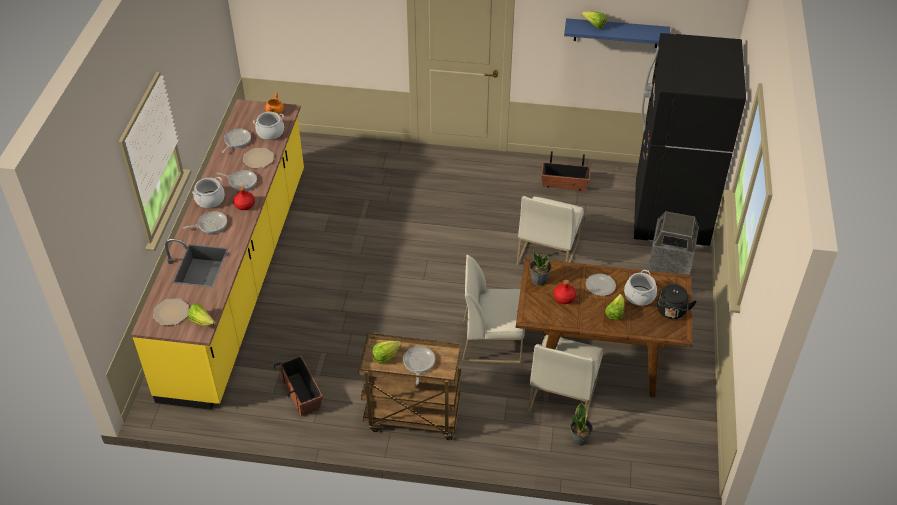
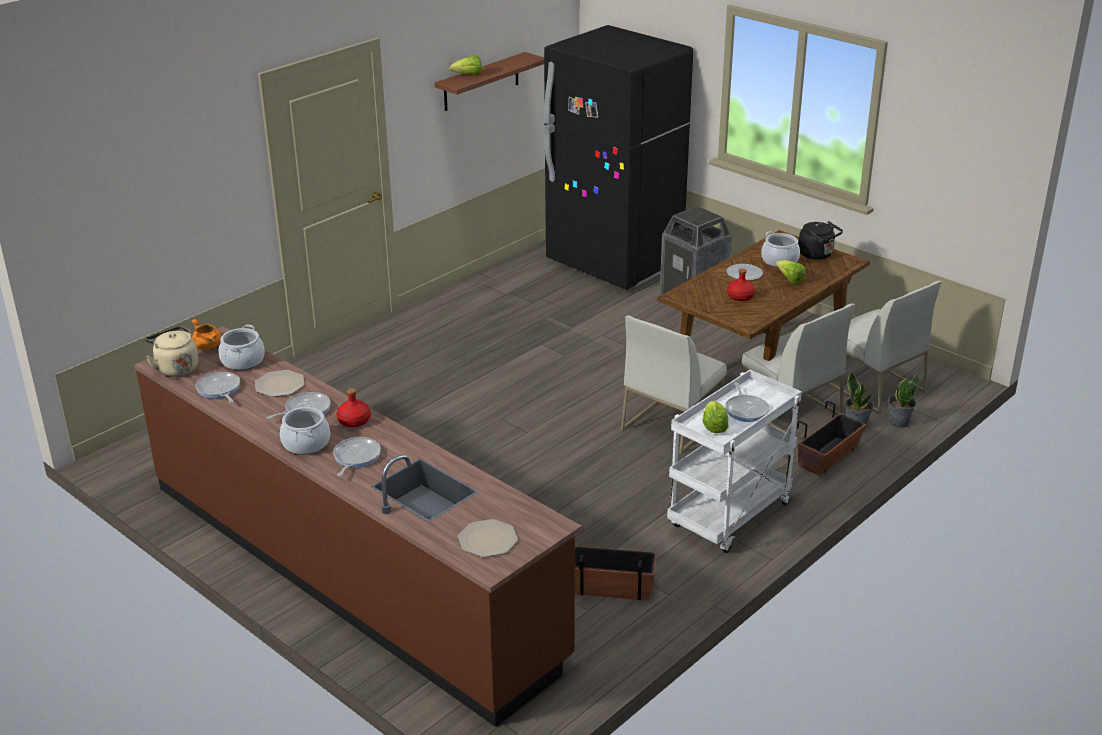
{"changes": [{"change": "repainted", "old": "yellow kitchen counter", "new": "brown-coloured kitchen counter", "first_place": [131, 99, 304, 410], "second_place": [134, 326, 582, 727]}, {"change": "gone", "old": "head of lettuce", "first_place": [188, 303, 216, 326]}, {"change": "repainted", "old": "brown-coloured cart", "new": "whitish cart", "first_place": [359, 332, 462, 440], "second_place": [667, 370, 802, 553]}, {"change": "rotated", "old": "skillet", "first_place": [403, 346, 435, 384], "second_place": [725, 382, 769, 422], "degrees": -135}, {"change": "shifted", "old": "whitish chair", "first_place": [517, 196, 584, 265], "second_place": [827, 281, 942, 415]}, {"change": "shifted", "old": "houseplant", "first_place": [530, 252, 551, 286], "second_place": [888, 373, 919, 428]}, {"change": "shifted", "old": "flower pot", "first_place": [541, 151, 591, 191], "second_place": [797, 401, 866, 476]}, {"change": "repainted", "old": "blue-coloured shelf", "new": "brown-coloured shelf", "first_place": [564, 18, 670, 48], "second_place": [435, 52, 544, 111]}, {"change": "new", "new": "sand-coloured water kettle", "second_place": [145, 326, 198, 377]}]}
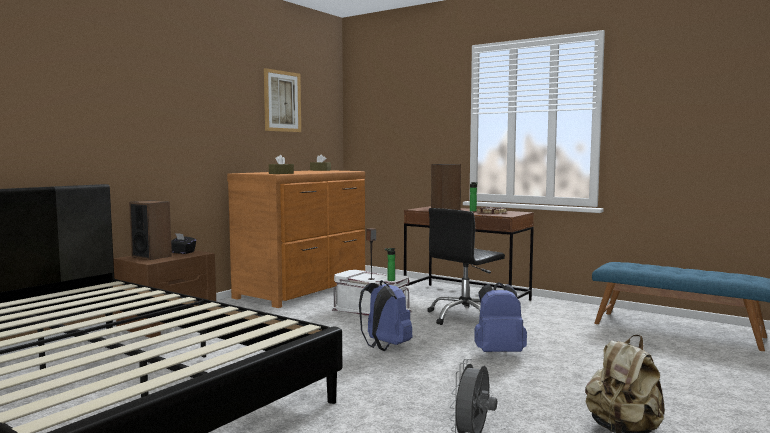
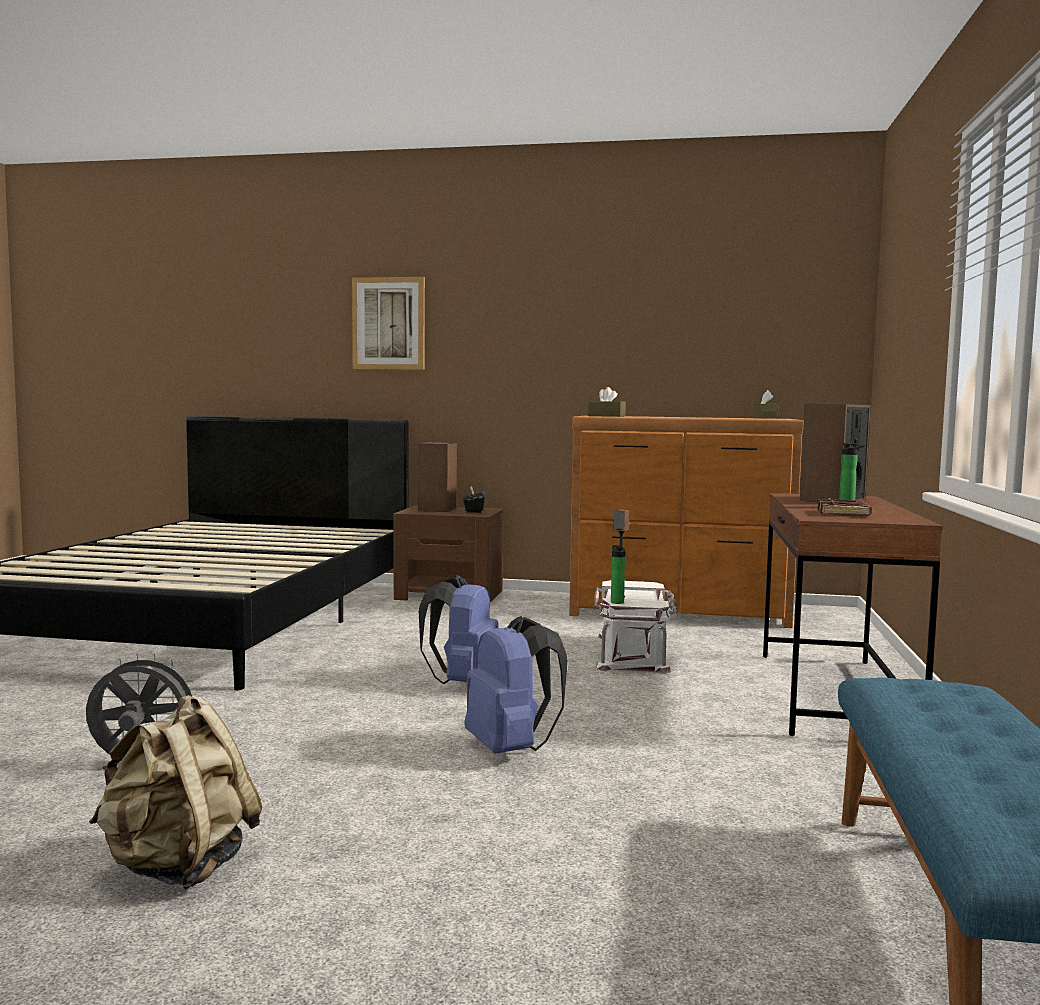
{"changes": [{"change": "shifted", "old": "picture", "first_place": [264, 68, 301, 132], "second_place": [352, 277, 425, 370]}, {"change": "gone", "old": "blackish computer chair", "first_place": [427, 208, 505, 325]}]}
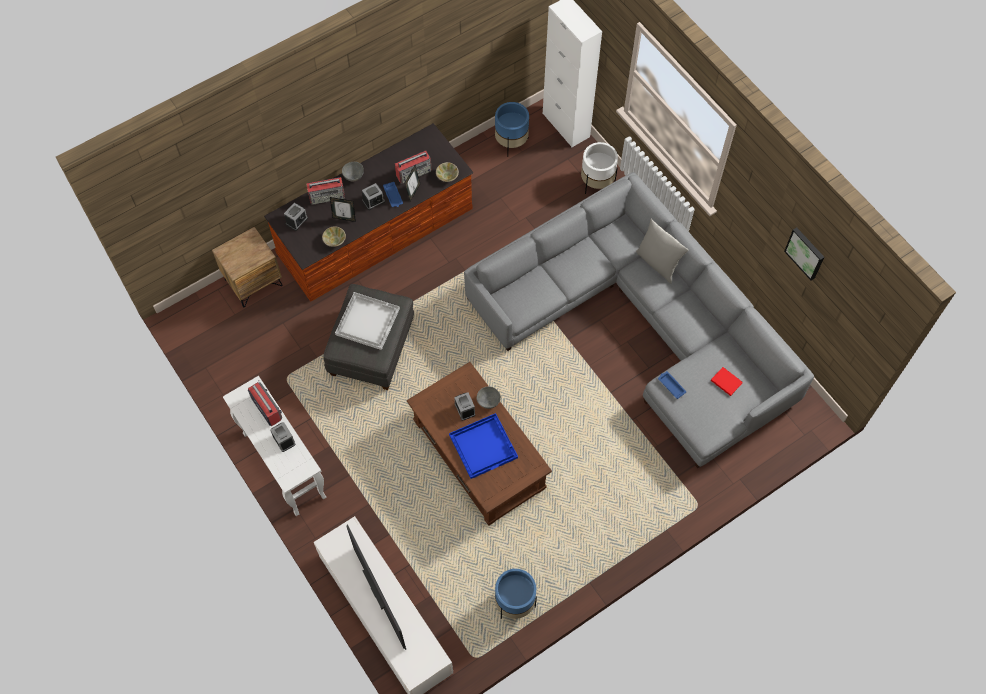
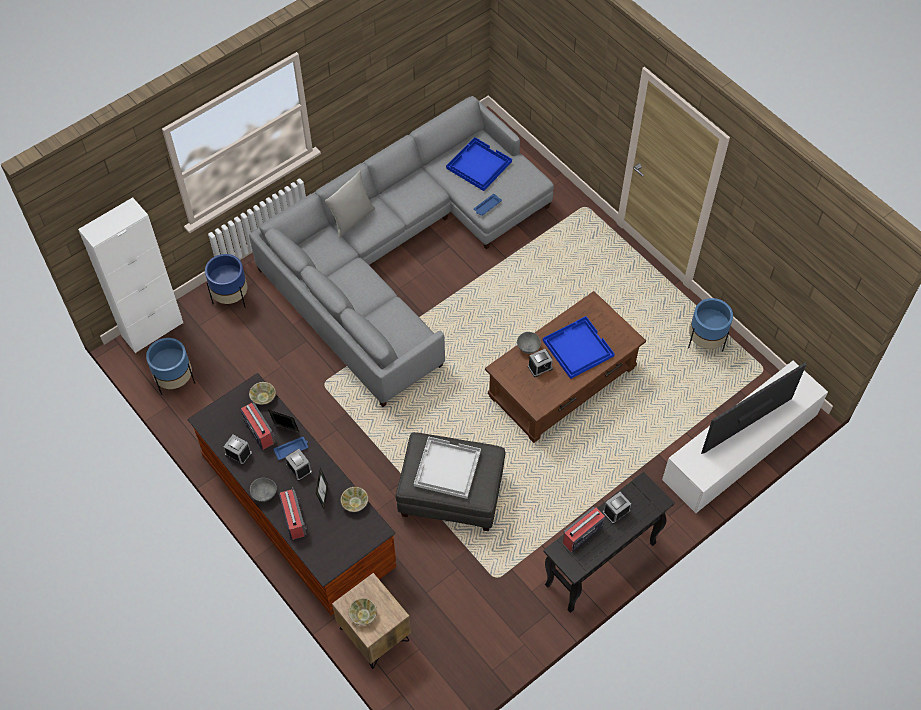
{"changes": [{"change": "repainted", "old": "whitish hall table", "new": "blackish hall table", "first_place": [223, 376, 326, 516], "second_place": [543, 472, 674, 613]}, {"change": "shifted", "old": "bedside clock", "first_place": [284, 203, 308, 231], "second_place": [223, 435, 252, 465]}, {"change": "repainted", "old": "whitish flower pot", "new": "blue-coloured flower pot", "first_place": [581, 142, 618, 194], "second_place": [205, 254, 247, 308]}, {"change": "swapped", "old": "red bound book", "new": "blue-coloured carrying tray", "first_place": [711, 367, 743, 396], "second_place": [446, 137, 512, 191]}, {"change": "gone", "old": "picture", "first_place": [784, 227, 824, 280]}, {"change": "new", "new": "sand-coloured deep dish", "second_place": [348, 598, 377, 625]}]}
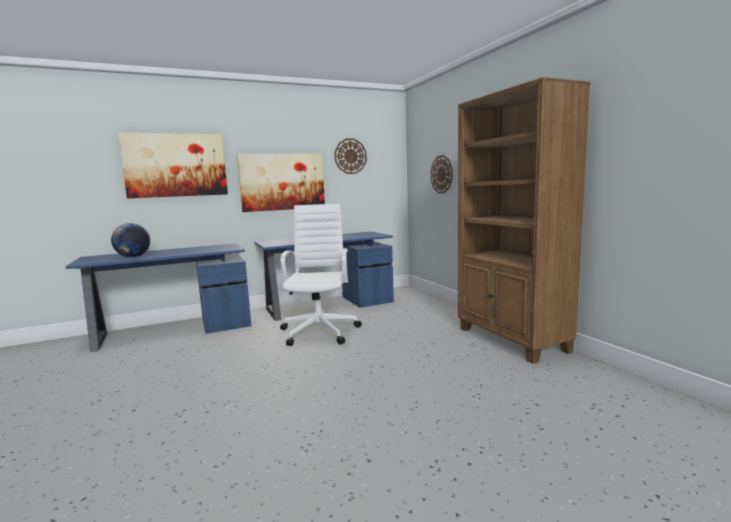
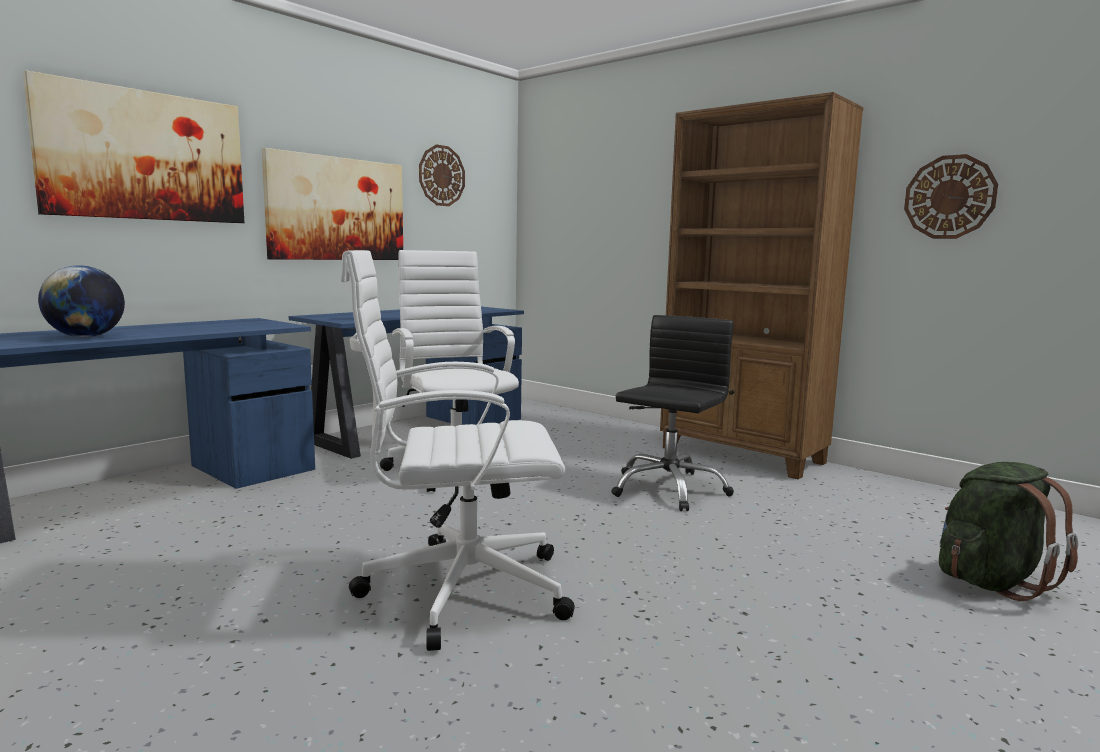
{"changes": [{"change": "shifted", "old": "wall clock", "first_place": [431, 155, 453, 193], "second_place": [904, 154, 998, 239]}, {"change": "new", "new": "whitish computer chair", "second_place": [341, 250, 575, 651]}, {"change": "new", "new": "blackish computer chair", "second_place": [611, 315, 734, 511]}, {"change": "new", "new": "greenish knapsack", "second_place": [939, 462, 1078, 601]}]}
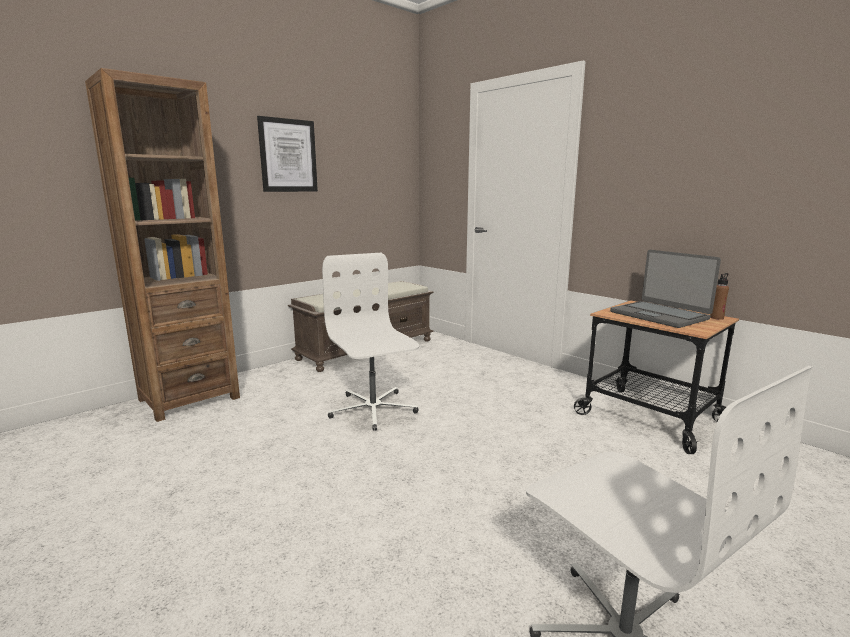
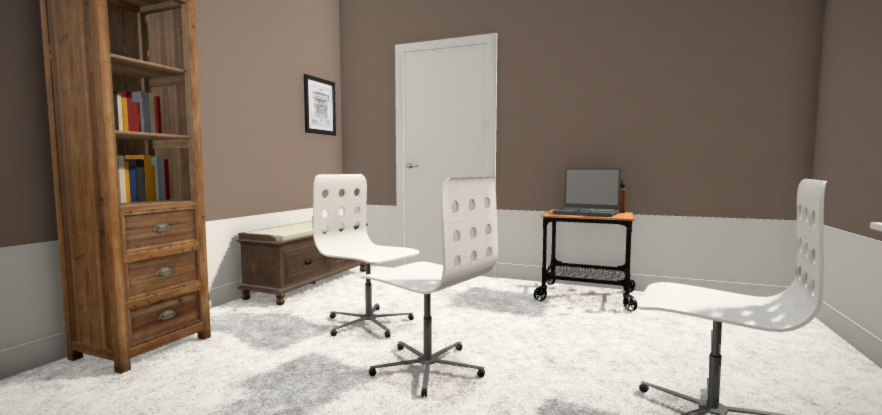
{"changes": [{"change": "shifted", "old": "picture", "first_place": [257, 116, 318, 192], "second_place": [304, 74, 336, 136]}, {"change": "new", "new": "whitish computer chair", "second_place": [361, 177, 498, 397]}]}
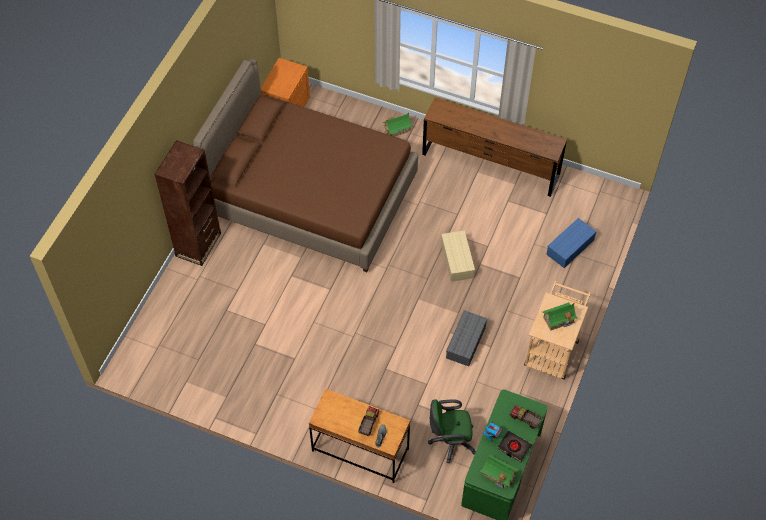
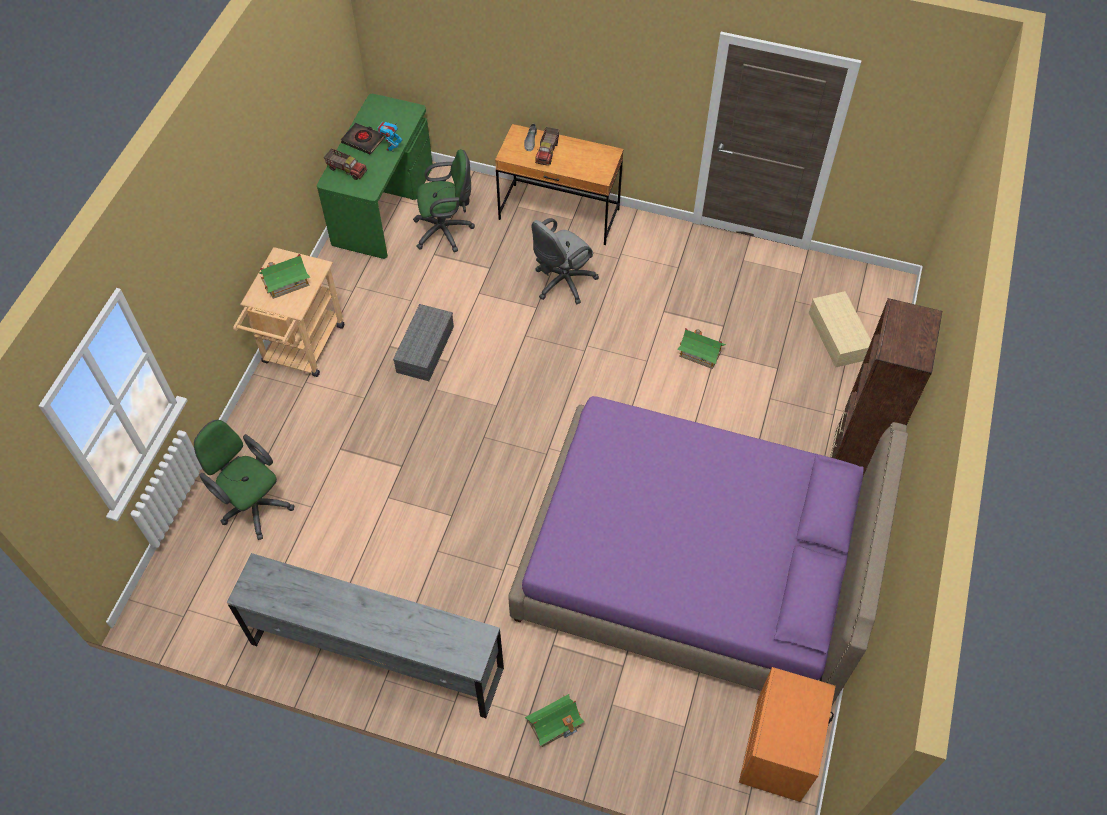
{"changes": [{"change": "repainted", "old": "brown-coloured sleeping bed", "new": "purple-coloured sleeping bed", "first_place": [193, 59, 418, 272], "second_place": [508, 396, 908, 705]}, {"change": "repainted", "old": "brown-coloured chest of drawers", "new": "gray chest of drawers", "first_place": [422, 97, 567, 197], "second_place": [227, 553, 504, 718]}, {"change": "shifted", "old": "sand-coloured storage bin", "first_place": [441, 230, 475, 282], "second_place": [809, 291, 871, 368]}, {"change": "shifted", "old": "model house", "first_place": [480, 455, 518, 488], "second_place": [677, 328, 726, 369]}, {"change": "swapped", "old": "blue-coloured storage bin", "new": "greenish computer chair", "first_place": [546, 218, 597, 268], "second_place": [194, 420, 294, 540]}, {"change": "new", "new": "gray computer chair", "second_place": [532, 218, 599, 304]}]}
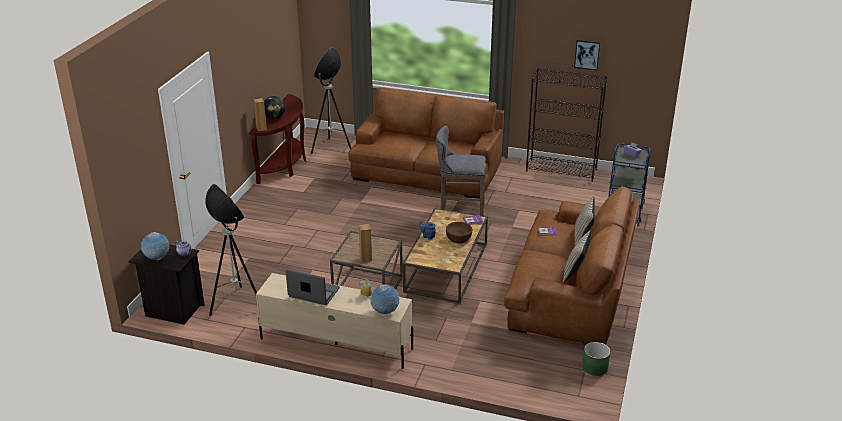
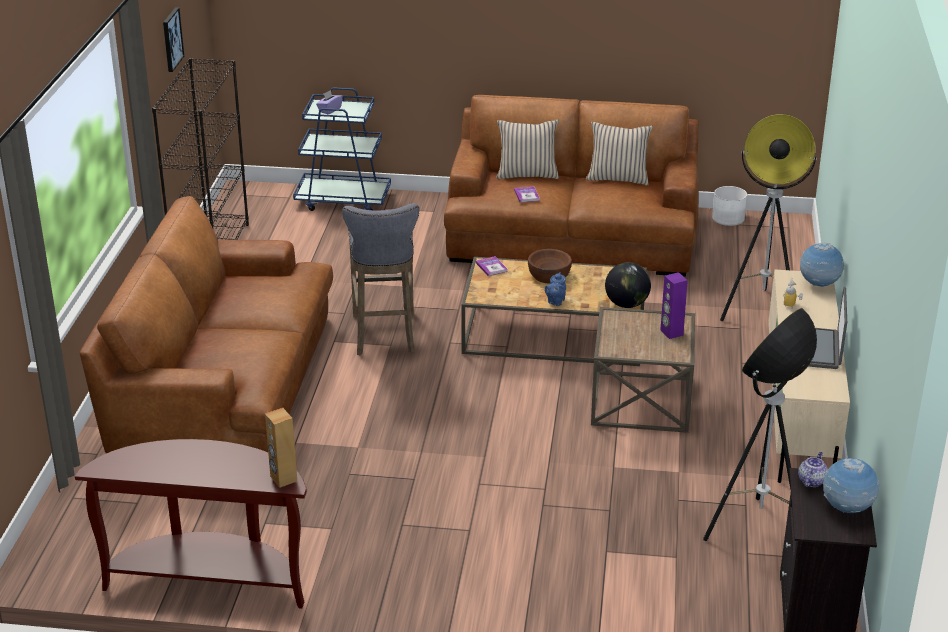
{"changes": [{"change": "shifted", "old": "desk globe", "first_place": [264, 96, 285, 119], "second_place": [605, 262, 651, 308]}, {"change": "shifted", "old": "floor lamp", "first_place": [311, 47, 351, 154], "second_place": [720, 114, 817, 321]}, {"change": "repainted", "old": "brown-coloured loudspeaker", "new": "purple-coloured loudspeaker", "first_place": [359, 224, 372, 262], "second_place": [660, 272, 688, 339]}, {"change": "repainted", "old": "greenish flower pot", "new": "whitish flower pot", "first_place": [582, 342, 611, 376], "second_place": [712, 186, 747, 226]}]}
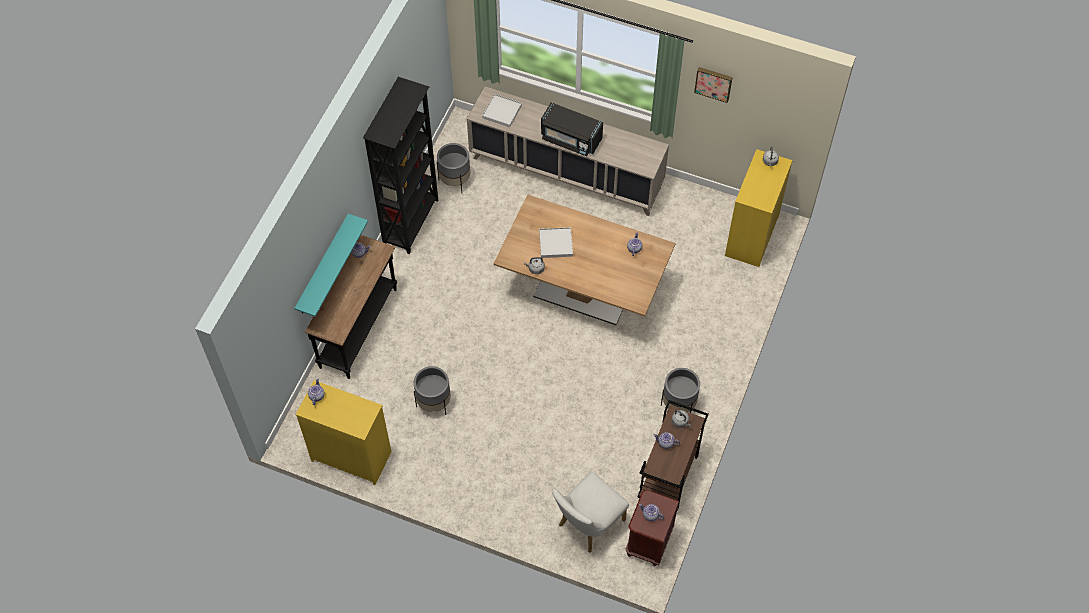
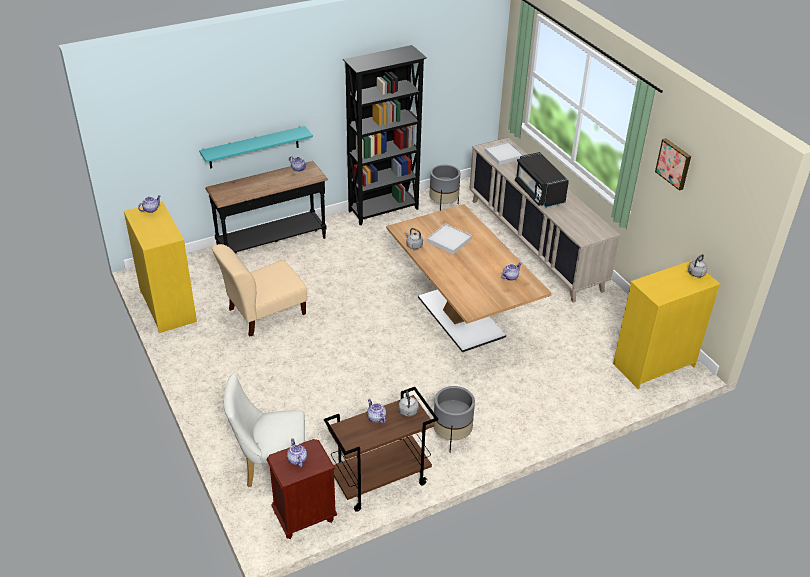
{"changes": [{"change": "swapped", "old": "gray flower pot", "new": "sand-coloured chair", "first_place": [414, 366, 451, 415], "second_place": [212, 244, 307, 337]}]}
